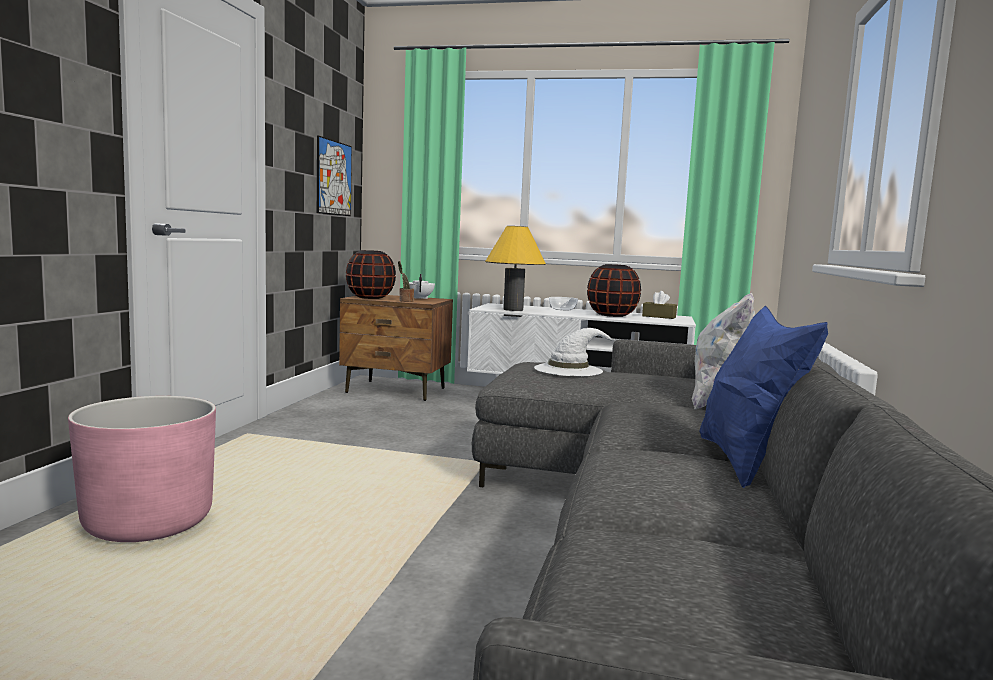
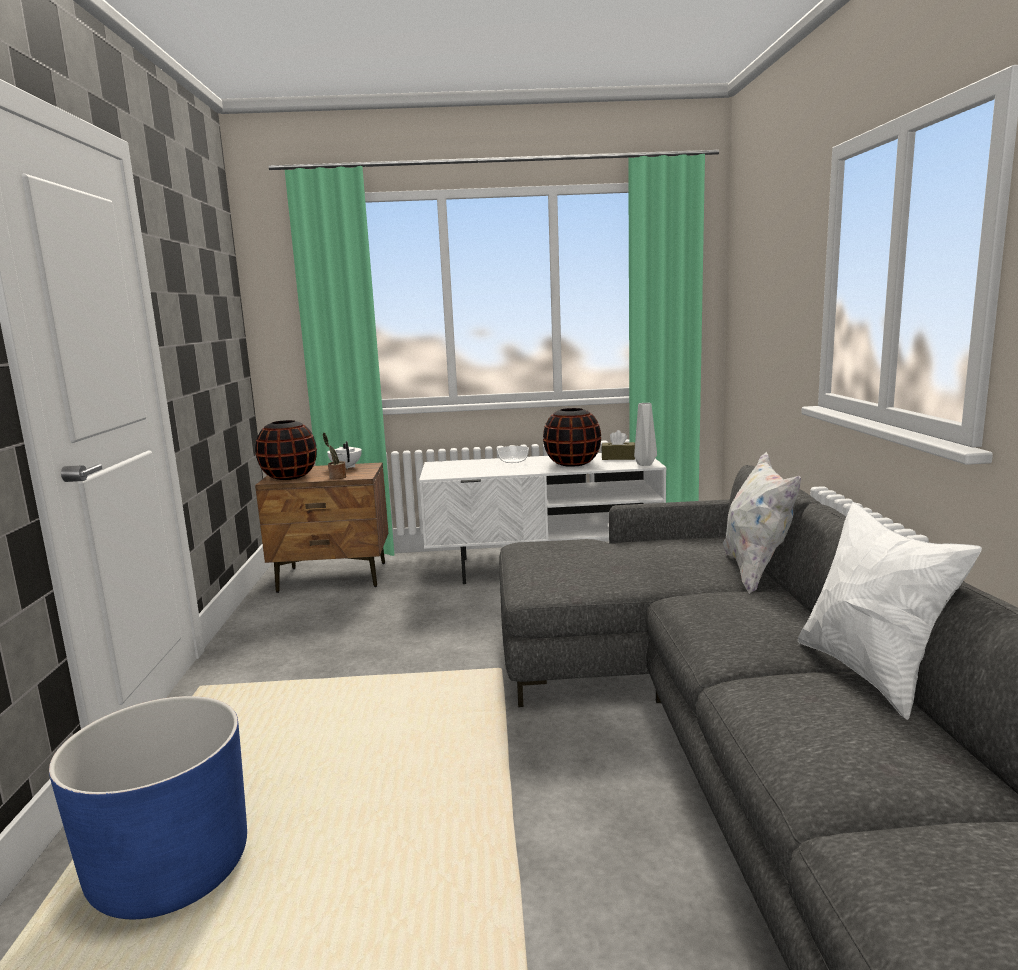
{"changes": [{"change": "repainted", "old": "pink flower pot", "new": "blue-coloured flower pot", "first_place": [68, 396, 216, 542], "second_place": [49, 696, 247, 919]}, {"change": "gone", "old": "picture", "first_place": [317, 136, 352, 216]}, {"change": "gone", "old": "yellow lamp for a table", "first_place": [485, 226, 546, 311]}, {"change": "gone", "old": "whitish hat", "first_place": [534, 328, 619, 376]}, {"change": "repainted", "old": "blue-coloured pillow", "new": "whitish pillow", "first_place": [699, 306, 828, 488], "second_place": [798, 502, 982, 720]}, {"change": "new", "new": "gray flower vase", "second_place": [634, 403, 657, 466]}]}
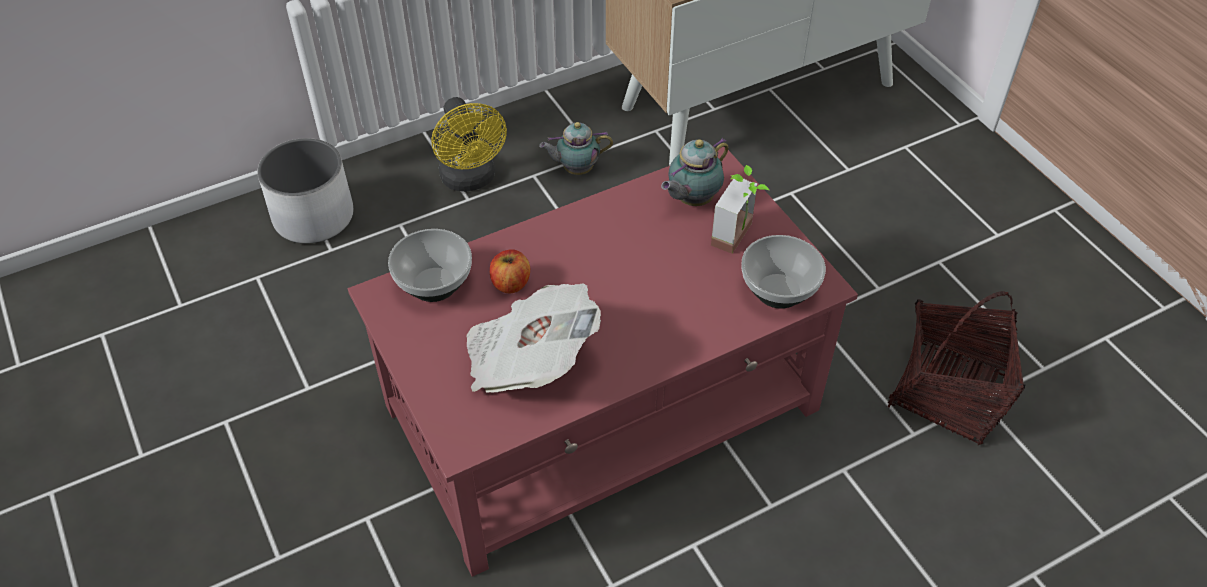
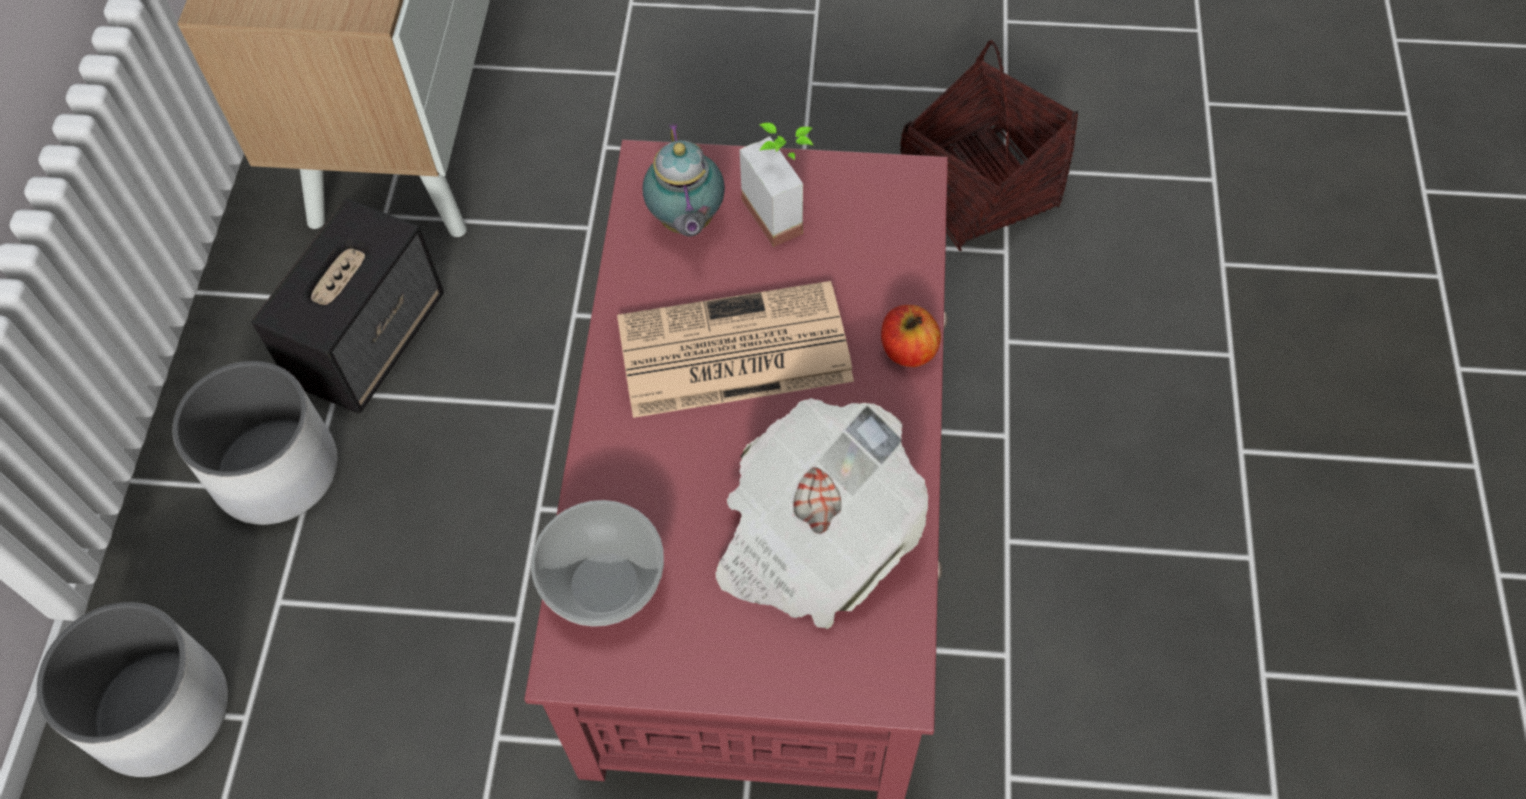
{"changes": [{"change": "swapped", "old": "yellow electric fan", "new": "whitish flower pot", "first_place": [431, 97, 507, 192], "second_place": [172, 361, 338, 525]}, {"change": "shifted", "old": "apple", "first_place": [490, 249, 530, 293], "second_place": [881, 305, 941, 367]}, {"change": "swapped", "old": "teapot", "new": "loudspeaker", "first_place": [539, 122, 613, 175], "second_place": [251, 198, 444, 414]}, {"change": "gone", "old": "deep dish", "first_place": [741, 235, 826, 309]}, {"change": "new", "new": "printed paper", "second_place": [617, 281, 854, 418]}]}
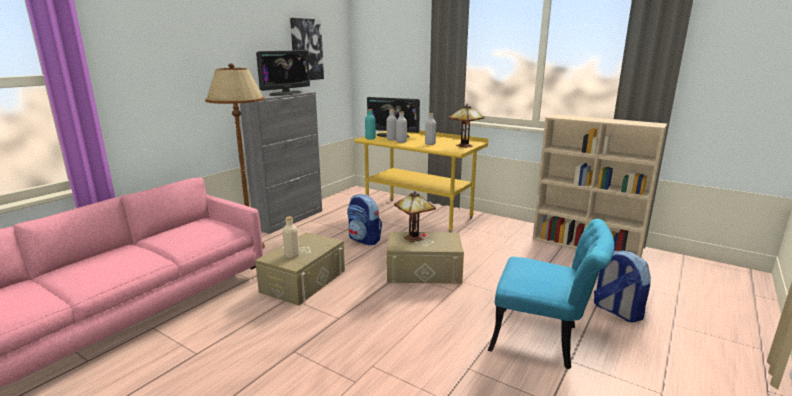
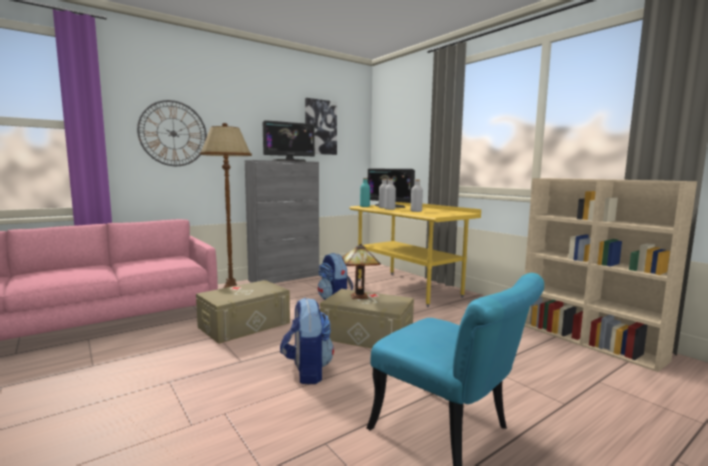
{"changes": [{"change": "gone", "old": "sand-coloured bottle", "first_place": [282, 217, 299, 258]}, {"change": "gone", "old": "lamp for a table", "first_place": [449, 104, 484, 148]}, {"change": "shifted", "old": "knapsack", "first_place": [594, 251, 651, 323], "second_place": [280, 298, 334, 384]}, {"change": "new", "new": "wall clock", "second_place": [137, 100, 207, 166]}]}
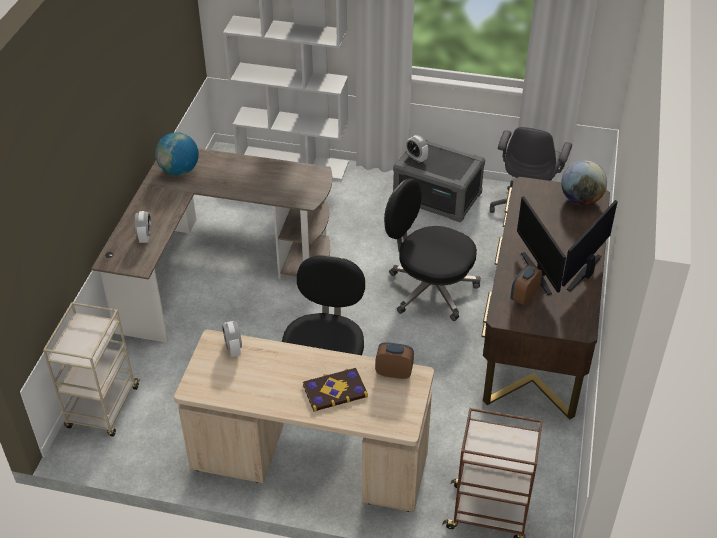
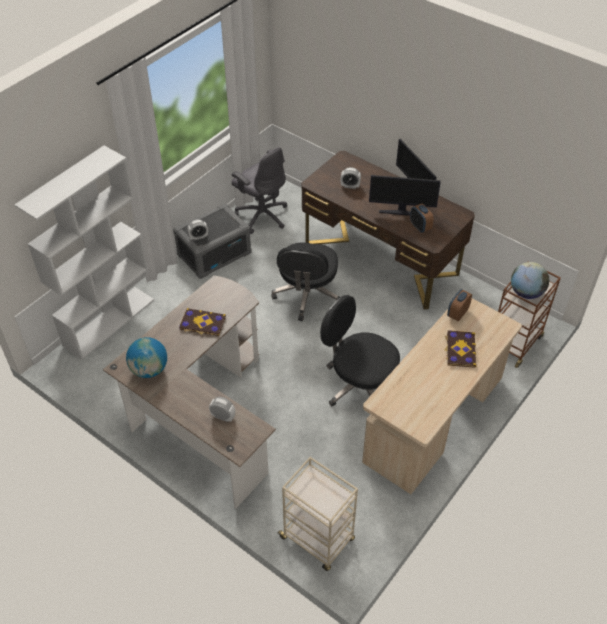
{"changes": [{"change": "shifted", "old": "bedside clock", "first_place": [222, 321, 242, 357], "second_place": [340, 167, 361, 189]}, {"change": "rotated", "old": "blackish computer chair", "first_place": [384, 178, 481, 321], "second_place": [271, 242, 340, 321], "degrees": -45}, {"change": "shifted", "old": "desk globe", "first_place": [561, 160, 607, 205], "second_place": [511, 262, 549, 299]}, {"change": "new", "new": "bound book", "second_place": [179, 308, 226, 336]}]}
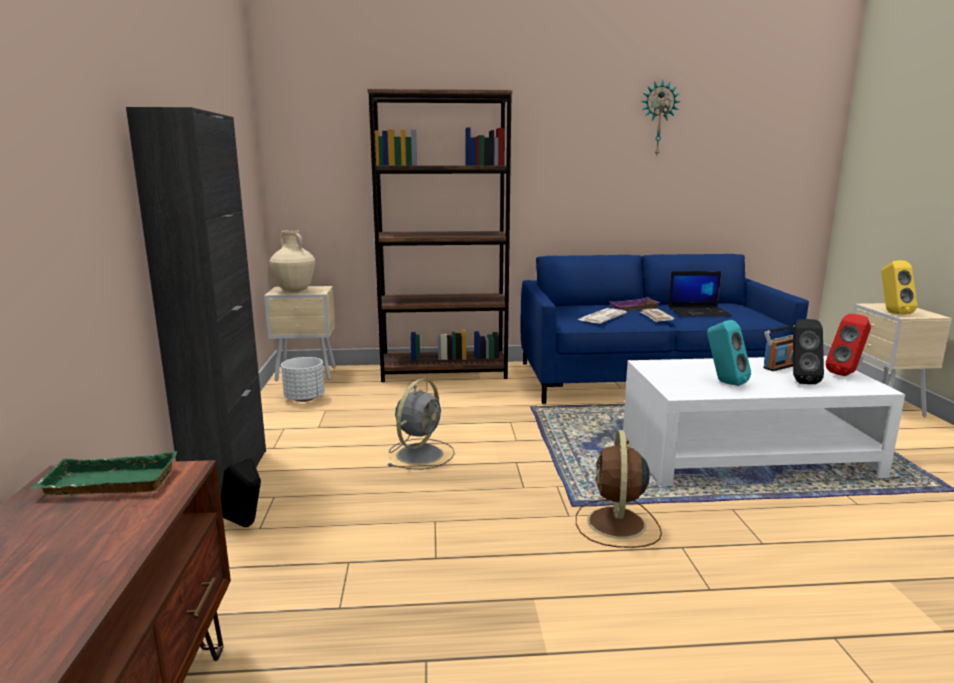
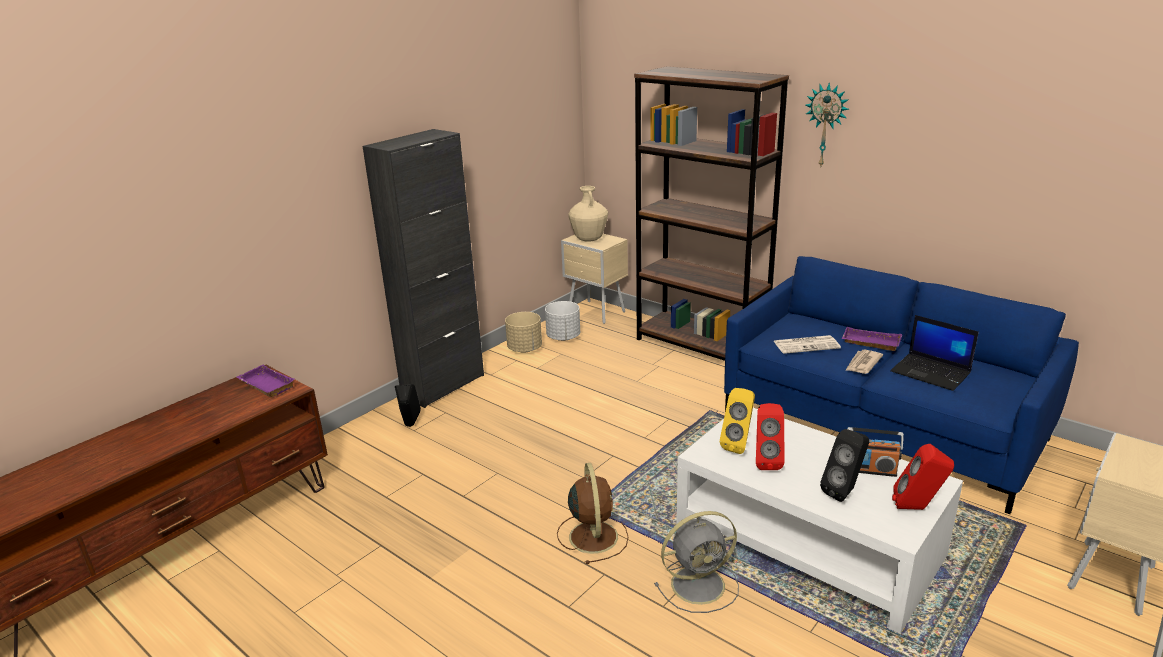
{"changes": [{"change": "repainted", "old": "greenish carrying tray", "new": "purple-coloured carrying tray", "first_place": [30, 451, 178, 495], "second_place": [236, 365, 295, 397]}, {"change": "shifted", "old": "gray electric fan", "first_place": [387, 379, 455, 470], "second_place": [654, 511, 739, 613]}, {"change": "rotated", "old": "brown-coloured electric fan", "first_place": [576, 430, 662, 548], "second_place": [557, 463, 628, 564], "degrees": 120}, {"change": "shifted", "old": "wall clock", "first_place": [641, 80, 681, 155], "second_place": [805, 83, 849, 166]}, {"change": "repainted", "old": "blue-green loudspeaker", "new": "red loudspeaker", "first_place": [707, 320, 751, 386], "second_place": [756, 403, 785, 470]}, {"change": "shifted", "old": "yellow loudspeaker", "first_place": [881, 260, 918, 314], "second_place": [720, 388, 755, 454]}, {"change": "new", "new": "sand-coloured flower pot", "second_place": [505, 312, 542, 353]}]}
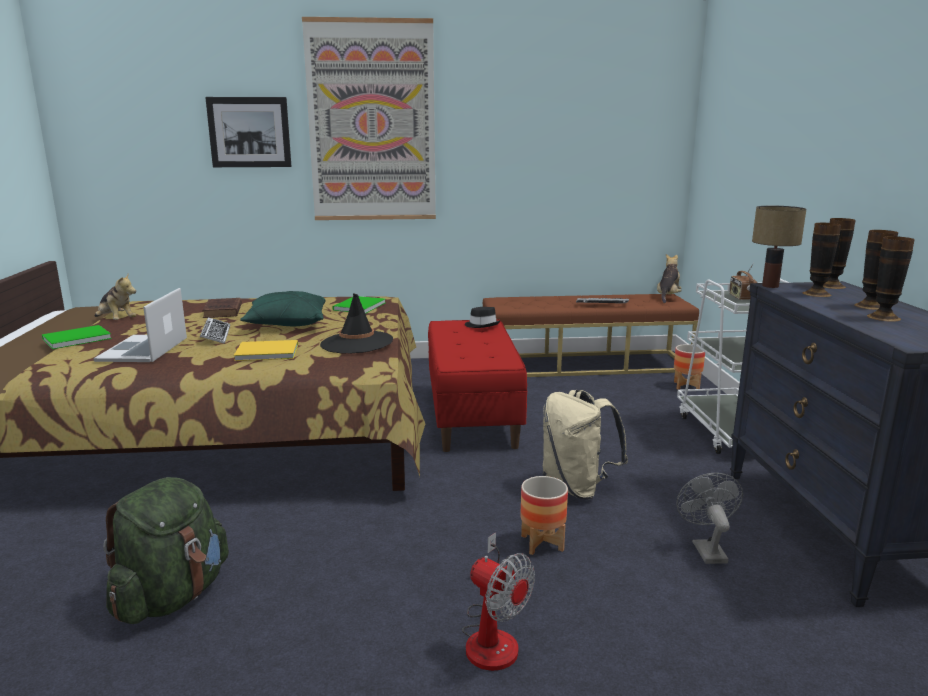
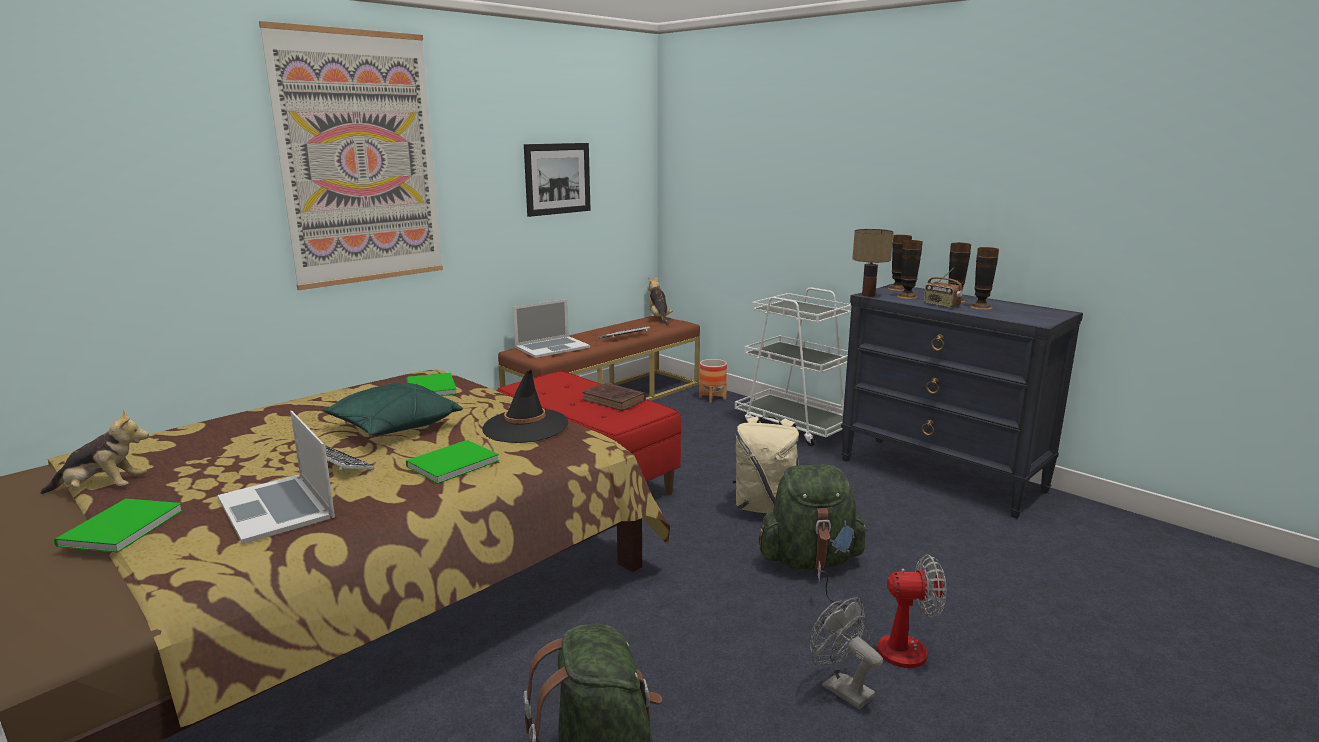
{"changes": [{"change": "shifted", "old": "brown-coloured bound book", "first_place": [202, 298, 242, 318], "second_place": [582, 383, 646, 411]}, {"change": "shifted", "old": "picture", "first_place": [205, 97, 292, 167], "second_place": [524, 143, 591, 217]}, {"change": "repainted", "old": "yellow bound book", "new": "greenish bound book", "first_place": [234, 340, 298, 361], "second_place": [406, 440, 499, 484]}, {"change": "gone", "old": "blackish hat", "first_place": [465, 307, 500, 328]}, {"change": "swapped", "old": "flower pot", "new": "greenish knapsack", "first_place": [521, 476, 568, 555], "second_place": [759, 465, 867, 570]}, {"change": "shifted", "old": "gray electric fan", "first_place": [677, 473, 743, 564], "second_place": [810, 597, 883, 709]}, {"change": "shifted", "old": "radio", "first_place": [729, 263, 757, 300], "second_place": [924, 267, 963, 308]}, {"change": "new", "new": "laptop", "second_place": [513, 299, 590, 358]}]}
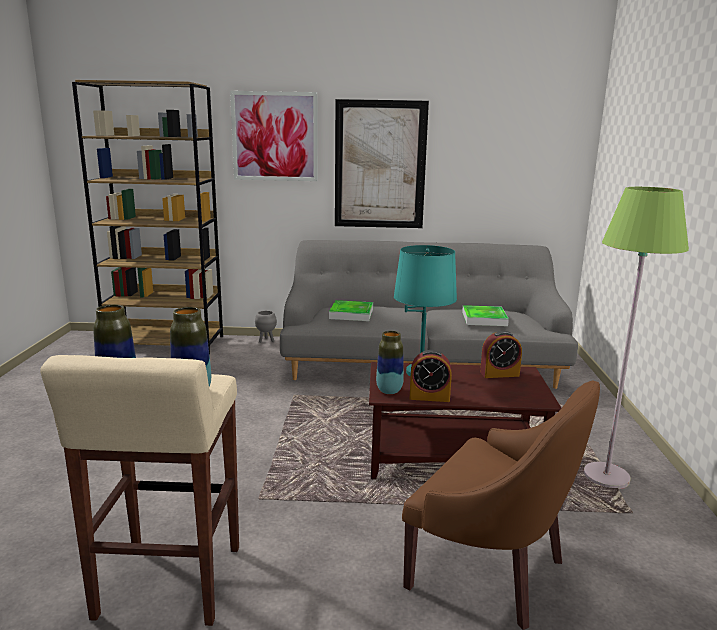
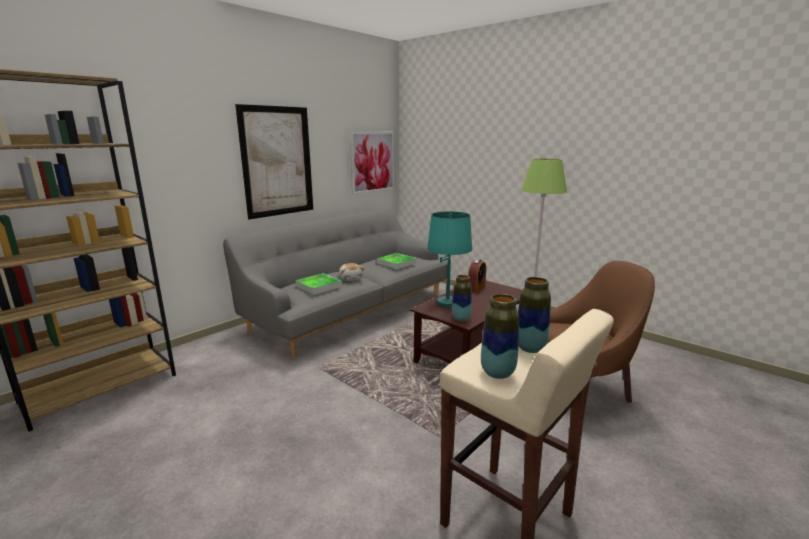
{"changes": [{"change": "shifted", "old": "picture", "first_place": [230, 91, 318, 181], "second_place": [350, 131, 395, 195]}, {"change": "gone", "old": "gray flower pot", "first_place": [255, 310, 277, 343]}, {"change": "gone", "old": "bedside clock", "first_place": [410, 350, 452, 402]}, {"change": "new", "new": "plush toy", "second_place": [339, 263, 364, 281]}]}
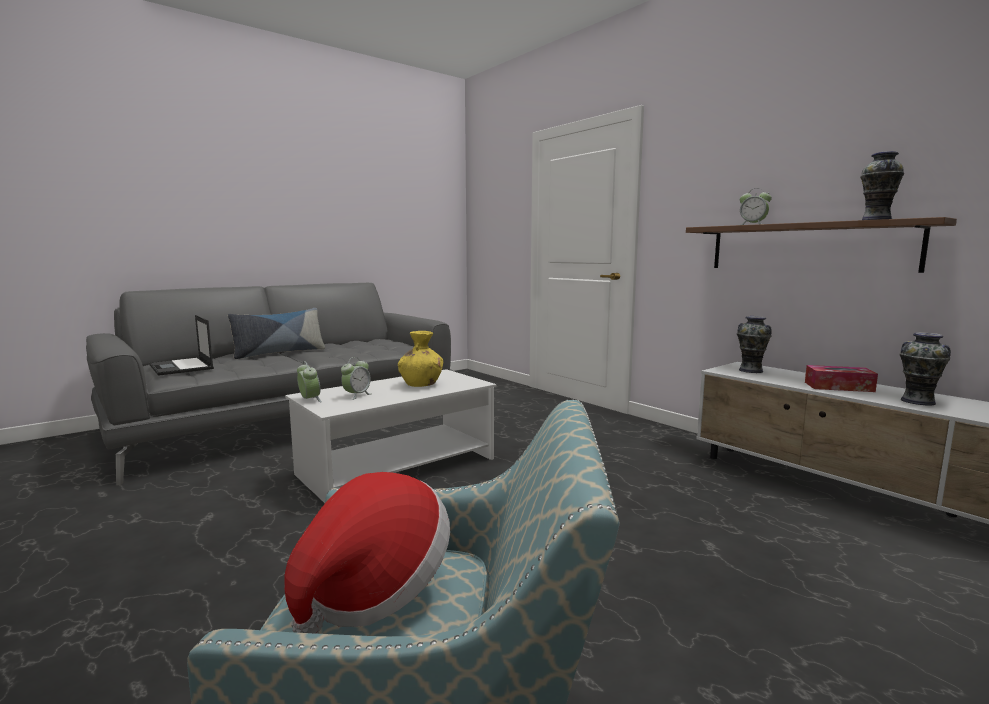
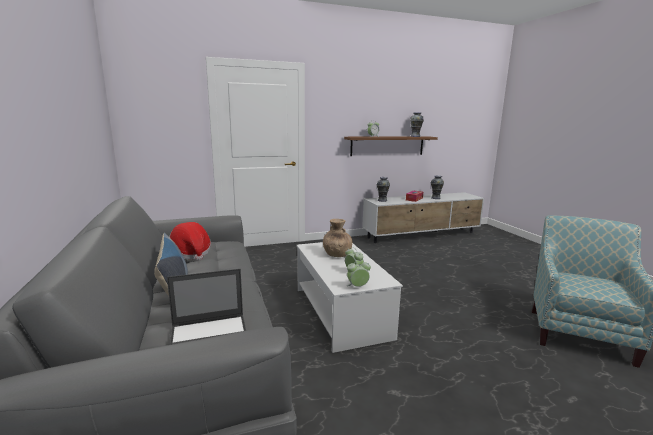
{"changes": [{"change": "shifted", "old": "hat", "first_place": [284, 472, 450, 634], "second_place": [169, 222, 211, 260]}, {"change": "repainted", "old": "yellow flower vase", "new": "brown-coloured flower vase", "first_place": [398, 331, 443, 387], "second_place": [323, 219, 352, 257]}]}
